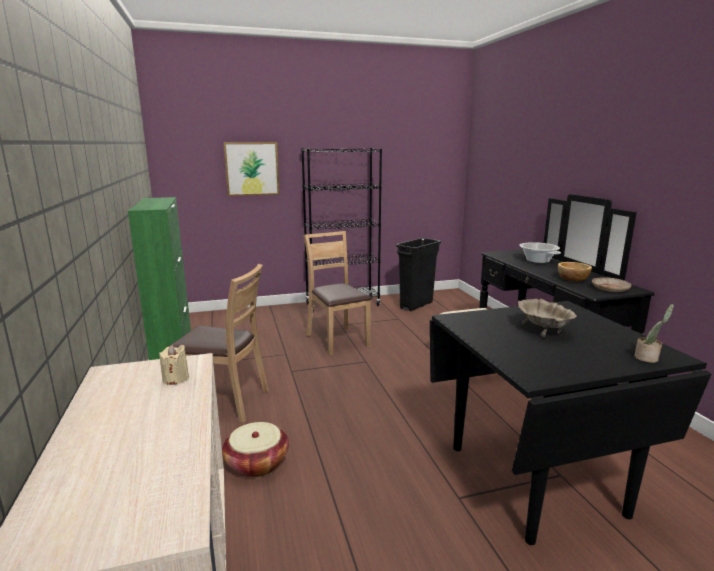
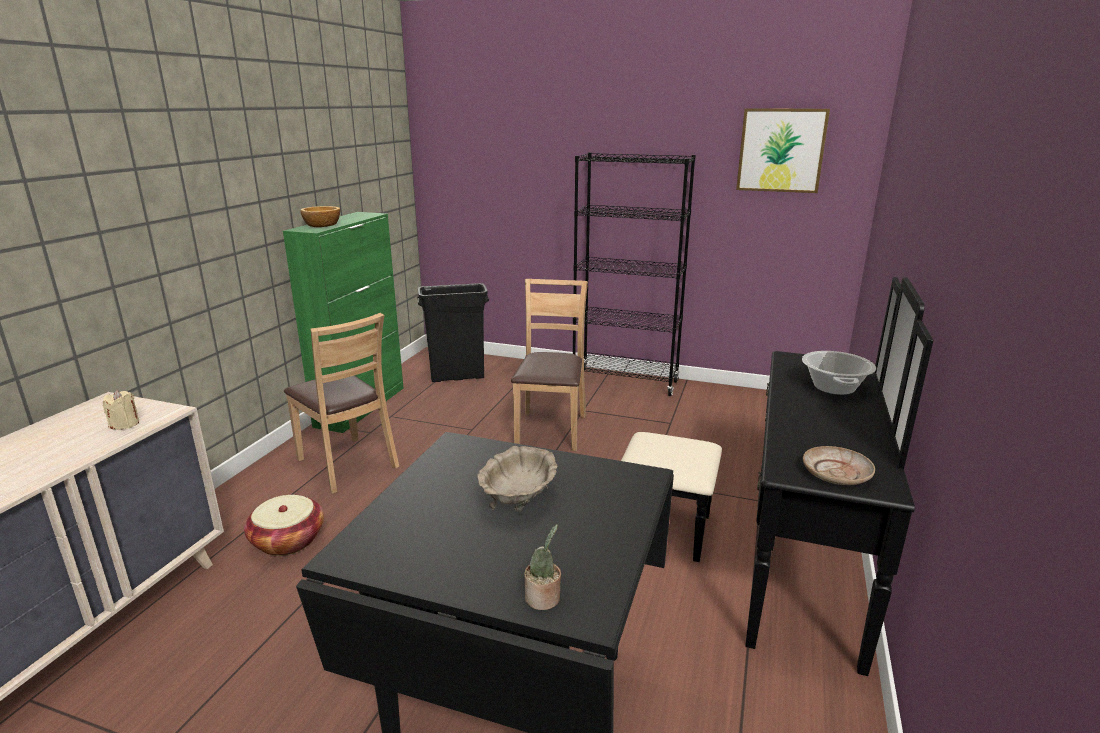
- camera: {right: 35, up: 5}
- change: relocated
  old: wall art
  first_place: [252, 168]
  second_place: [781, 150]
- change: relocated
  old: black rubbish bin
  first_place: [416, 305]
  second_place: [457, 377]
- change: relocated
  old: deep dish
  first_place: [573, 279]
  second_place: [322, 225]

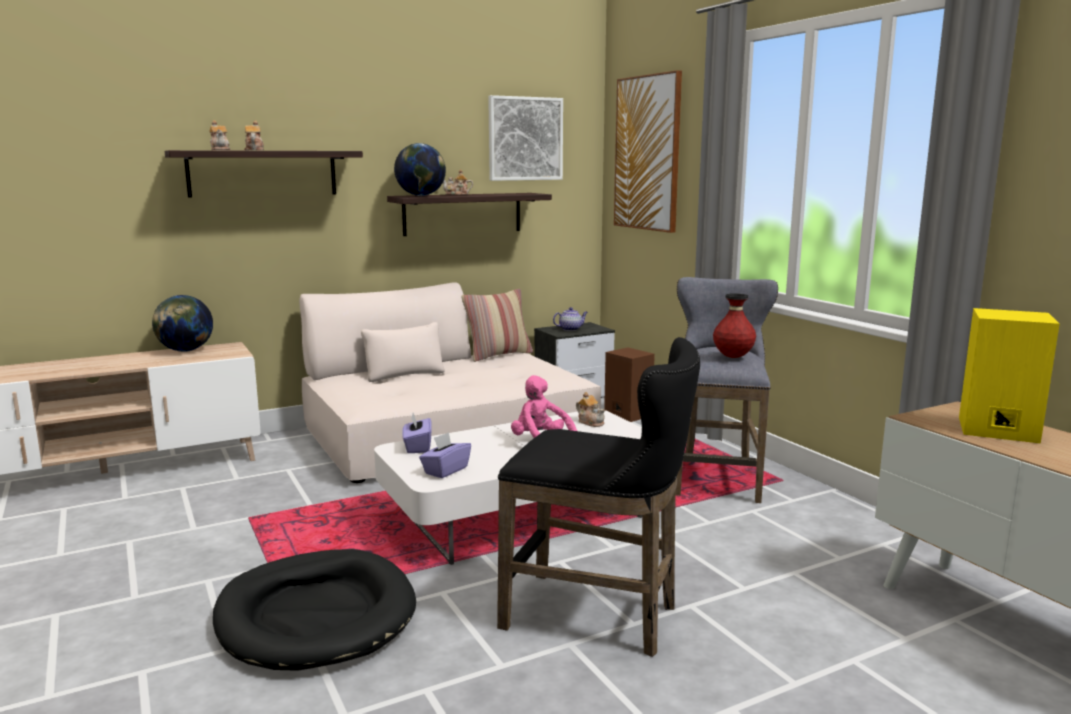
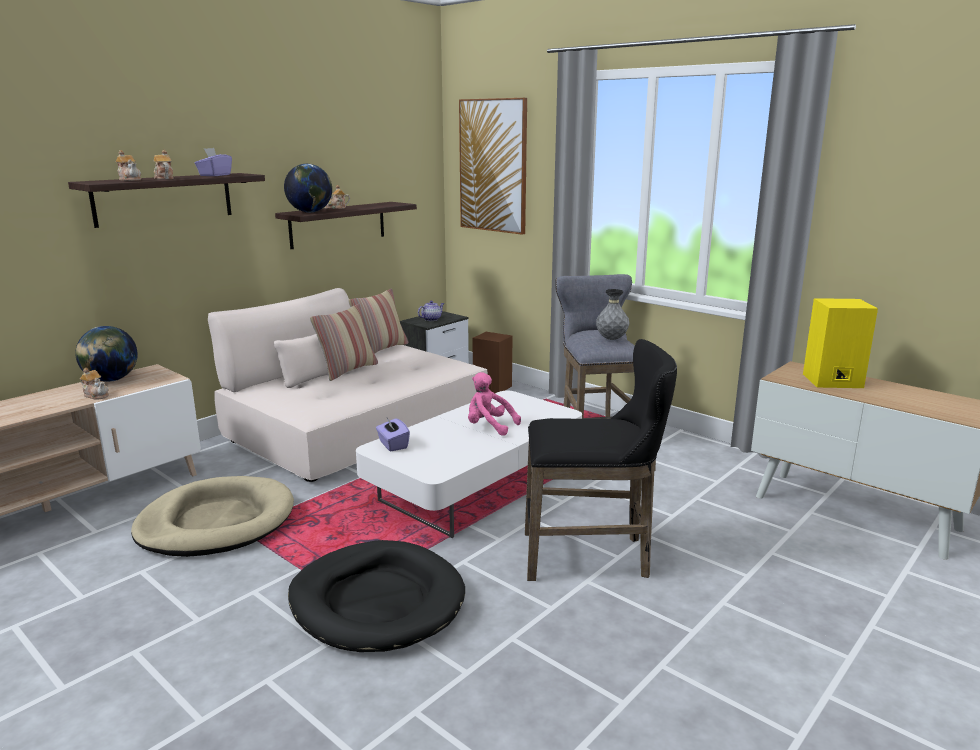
- camera: {right: -20, up: 5}
- change: missing
  old: wall art
  first_place: [525, 139]
- change: appeared
  new: beige-coloured dog cushion
  second_place: [216, 522]
- change: appeared
  new: throw pillow
  second_place: [347, 370]
- change: relocated
  old: purplish box of tissues
  first_place: [445, 470]
  second_place: [215, 175]
- change: relocated
  old: pot for tea
  first_place: [591, 422]
  second_place: [96, 395]
- change: colour
  old: red-coloured decorative vase
  new: grey decorative vase
  first_place: [733, 357]
  second_place: [611, 339]

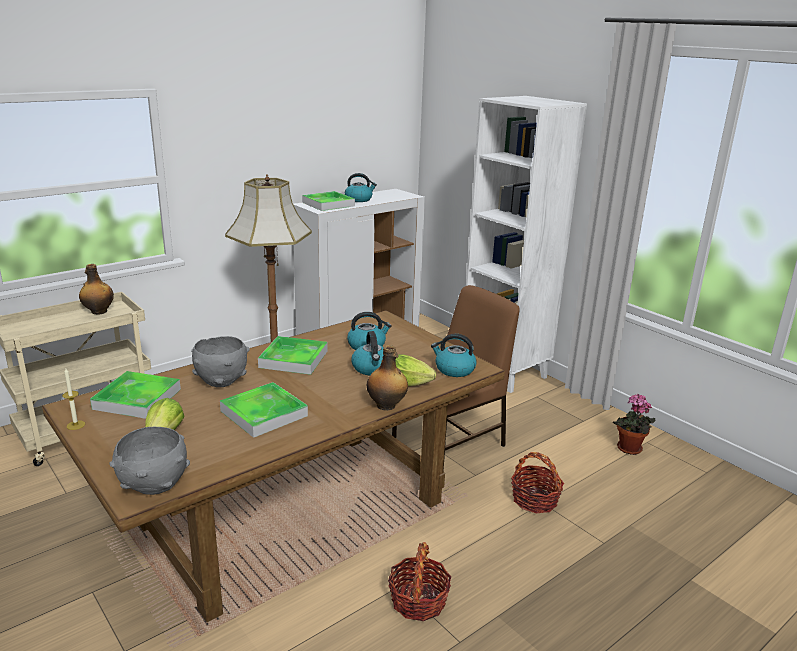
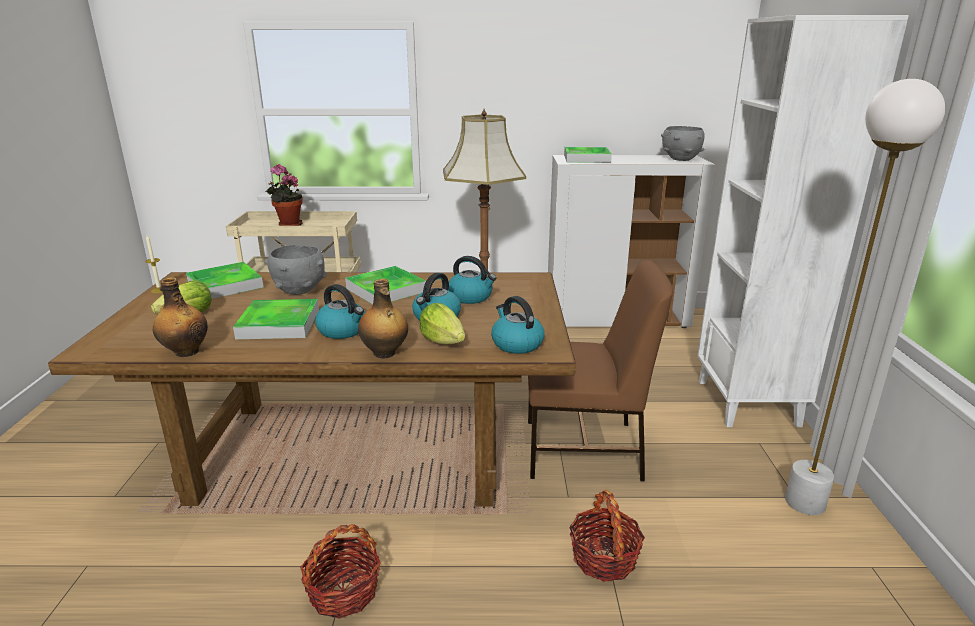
- camera: {right: 40, up: 0}
- change: appeared
  new: whitish standard lamp
  second_place: [805, 503]
- change: relocated
  old: beverage bottle
  first_place: [98, 312]
  second_place: [186, 352]
- change: relocated
  old: grey deep dish
  first_place: [154, 487]
  second_place: [680, 159]
- change: relocated
  old: kettle
  first_place: [359, 199]
  second_place: [343, 330]
- change: relocated
  old: plant in a pot
  first_place: [629, 450]
  second_place: [288, 225]

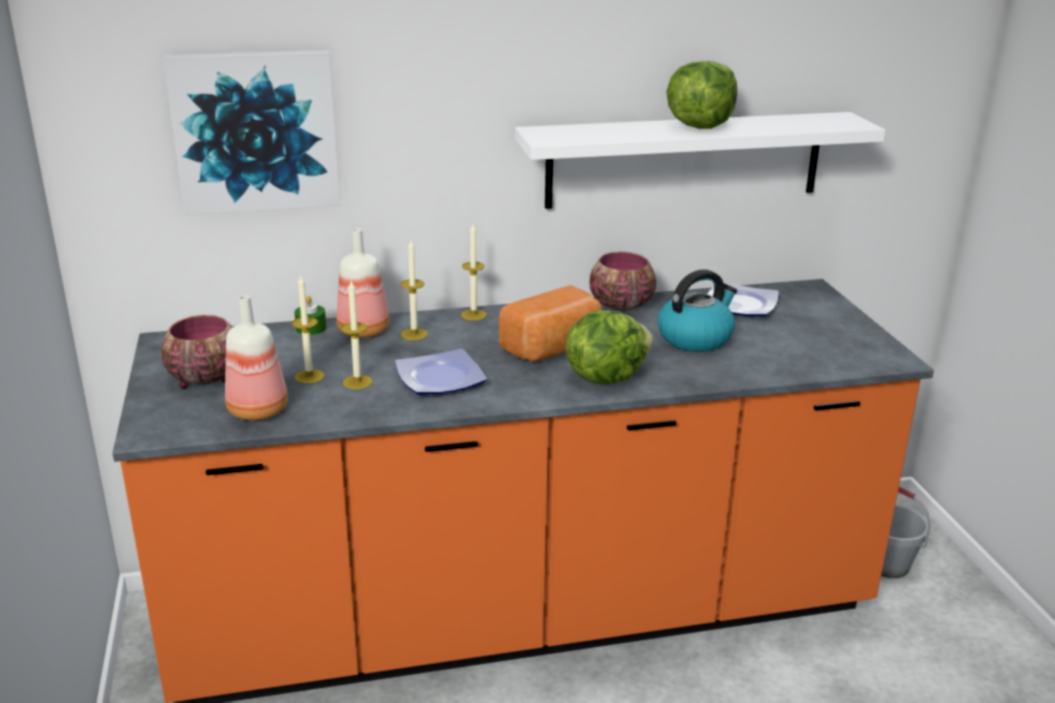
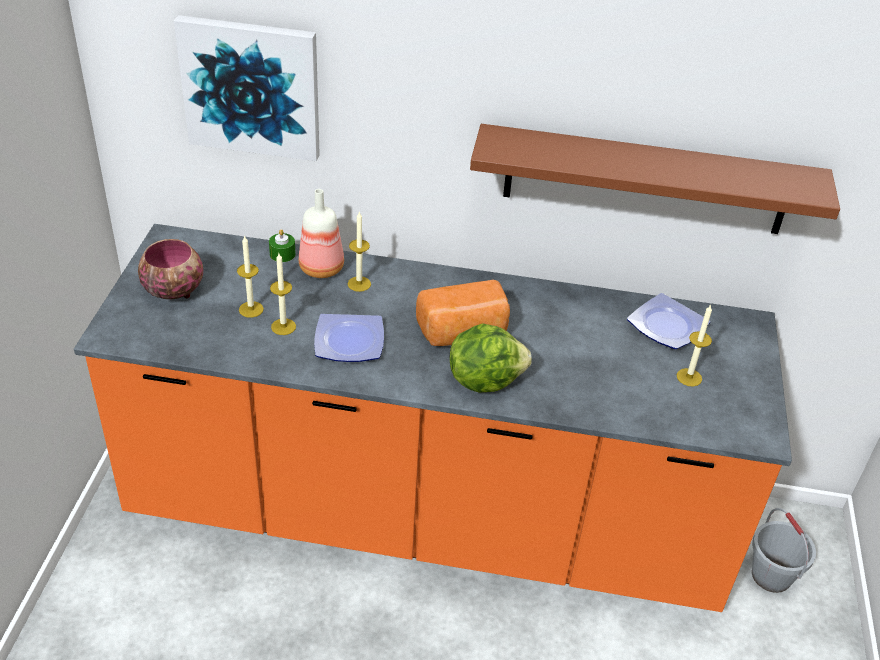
- camera: {right: 20, up: 15}
- change: missing
  old: beverage bottle
  first_place: [258, 410]
- change: missing
  old: deep dish
  first_place: [619, 308]
- change: missing
  old: kettle
  first_place: [695, 338]
- change: missing
  old: lettuce
  first_place: [699, 126]
- change: relocated
  old: wax candle
  first_place: [473, 315]
  second_place: [689, 377]
- change: colour
  old: whitish shelf
  new: brown-coloured shelf
  first_place: [685, 159]
  second_place: [646, 180]

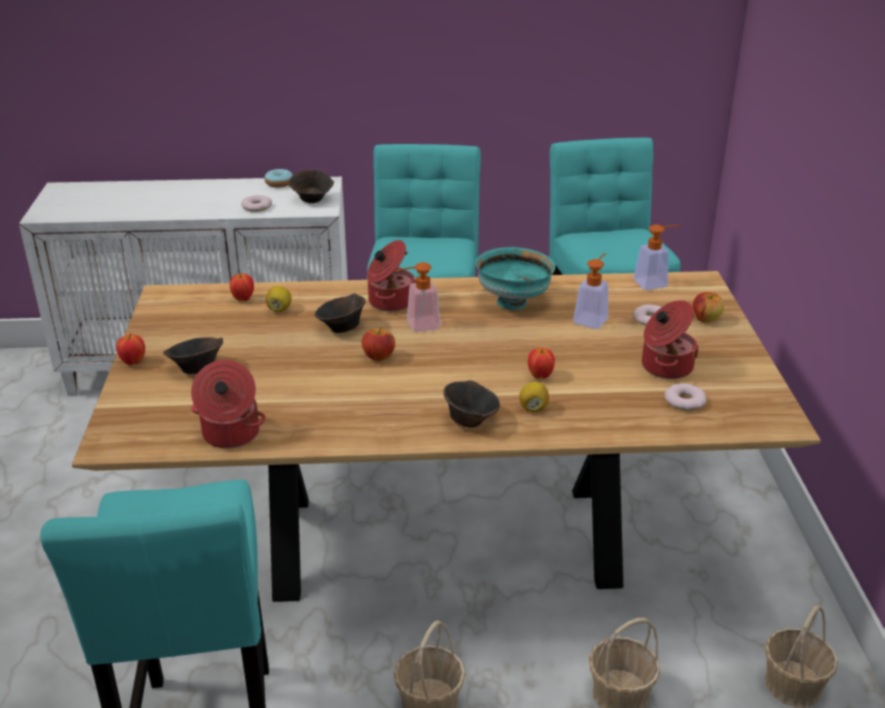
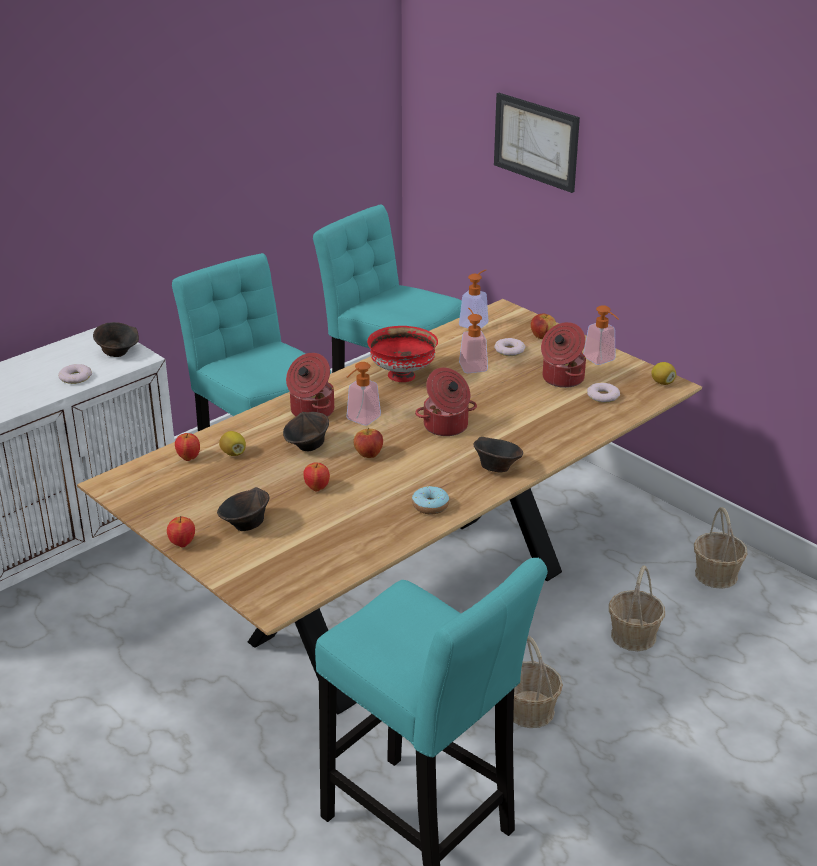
- camera: {right: -40, up: 0}
- change: appeared
  new: wall art
  second_place: [536, 141]
- change: appeared
  new: soap dispenser
  second_place: [602, 361]
- change: relocated
  old: cooking pot
  first_place: [230, 434]
  second_place: [446, 427]
- change: relocated
  old: doughnut
  first_place: [279, 183]
  second_place: [430, 506]
- change: relocated
  old: citrus fruit
  first_place: [533, 408]
  second_place: [662, 382]
- change: relocated
  old: apple
  first_place: [540, 376]
  second_place: [317, 488]
- change: colour
  old: turquoise deep dish
  new: red-coloured deep dish
  first_place: [513, 302]
  second_place: [402, 375]

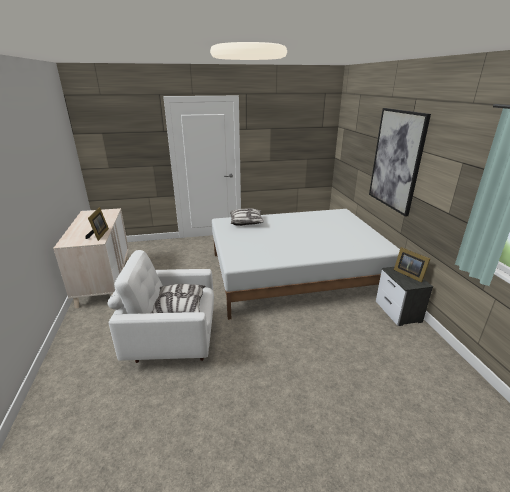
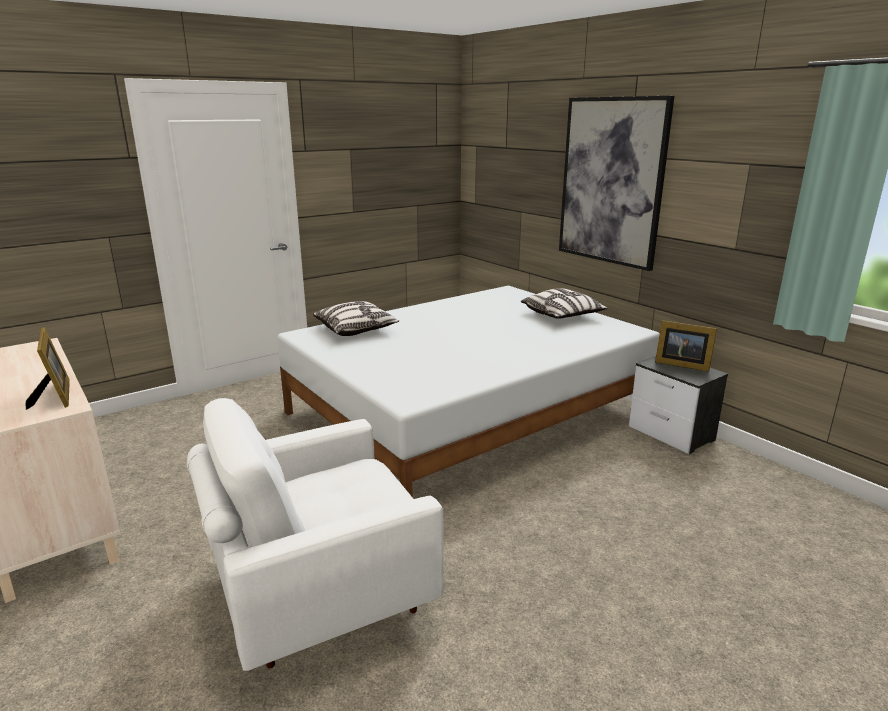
- camera: {right: -25, up: -5}
- change: relocated
  old: throw pillow
  first_place: [180, 307]
  second_place: [562, 316]

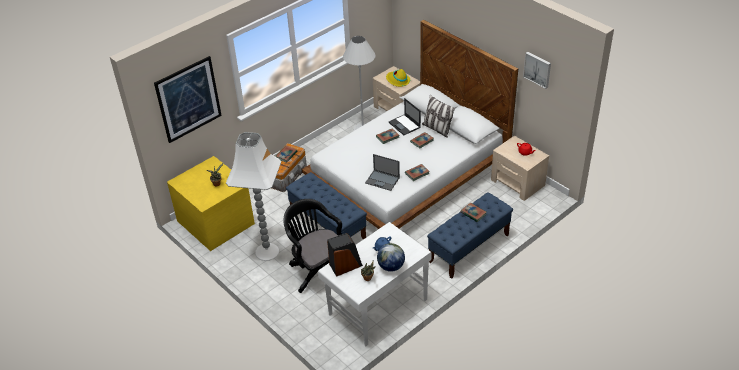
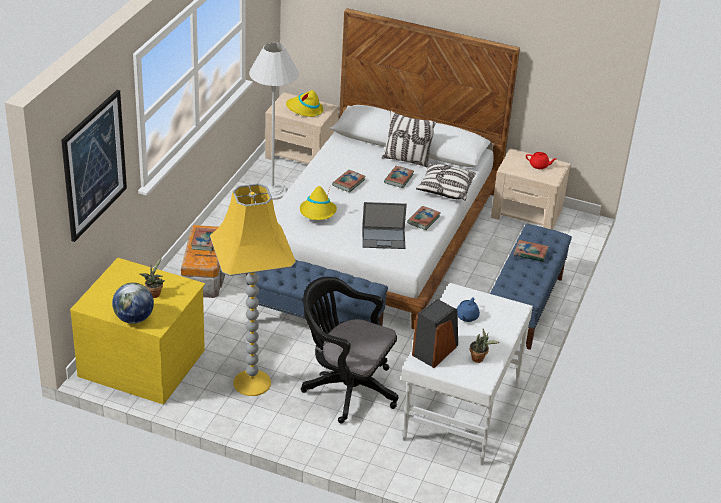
- camera: {right: -30, up: -5}
- change: missing
  old: portable computer
  first_place: [404, 125]
- change: missing
  old: wall art
  first_place: [537, 69]
- change: appeared
  new: yellow-coloured hat
  second_place: [317, 212]
- change: appeared
  new: throw pillow
  second_place: [445, 189]
- change: relocated
  old: globe
  first_place: [391, 267]
  second_place: [133, 318]
- change: colour
  old: whitish standard lamp
  new: yellow-coloured standard lamp
  first_place: [267, 251]
  second_place: [252, 382]

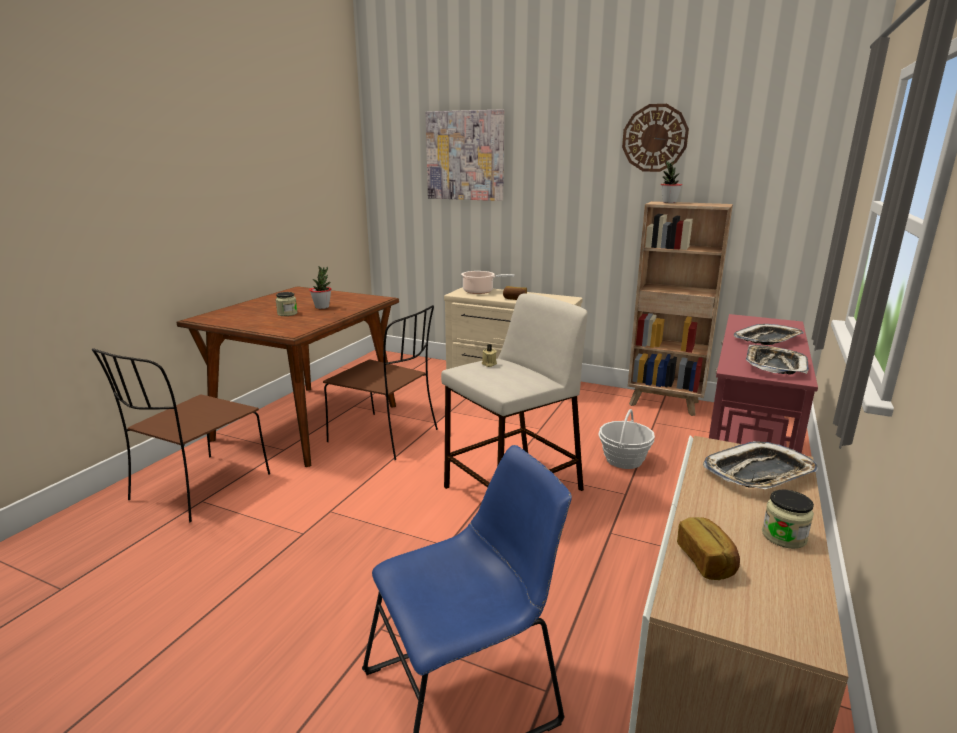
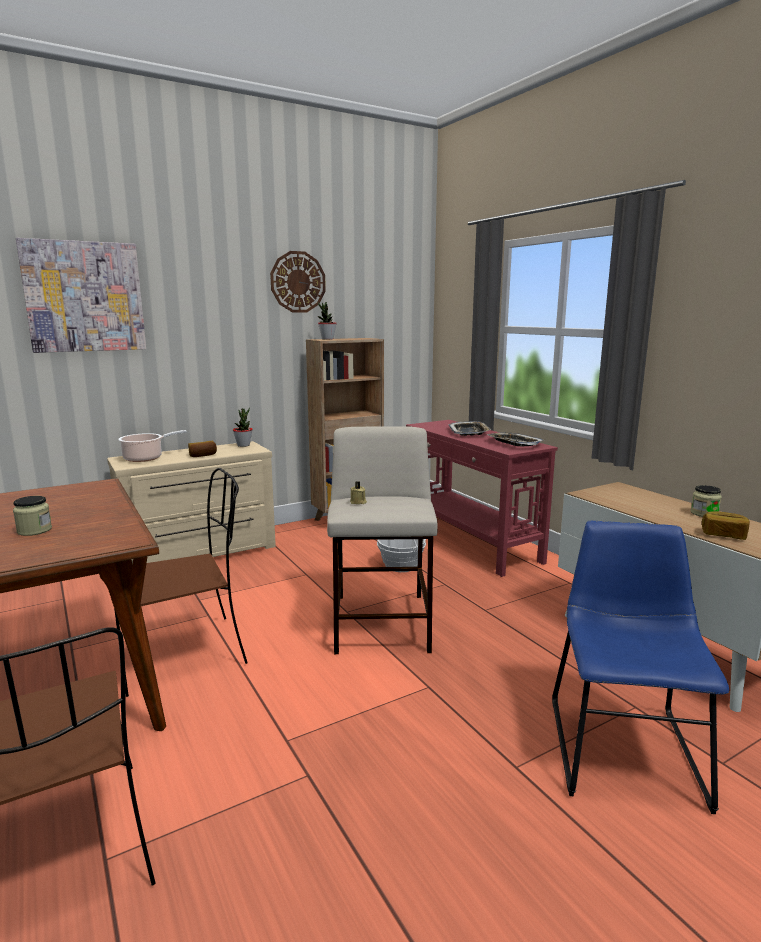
- camera: {right: -55, up: -5}
- change: missing
  old: tray
  first_place: [759, 473]
- change: relocated
  old: plant in a pot
  first_place: [322, 307]
  second_place: [243, 445]

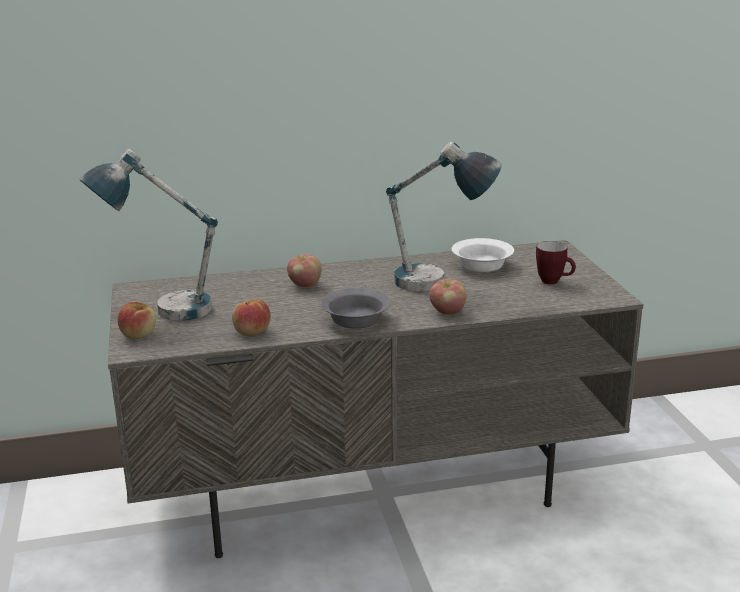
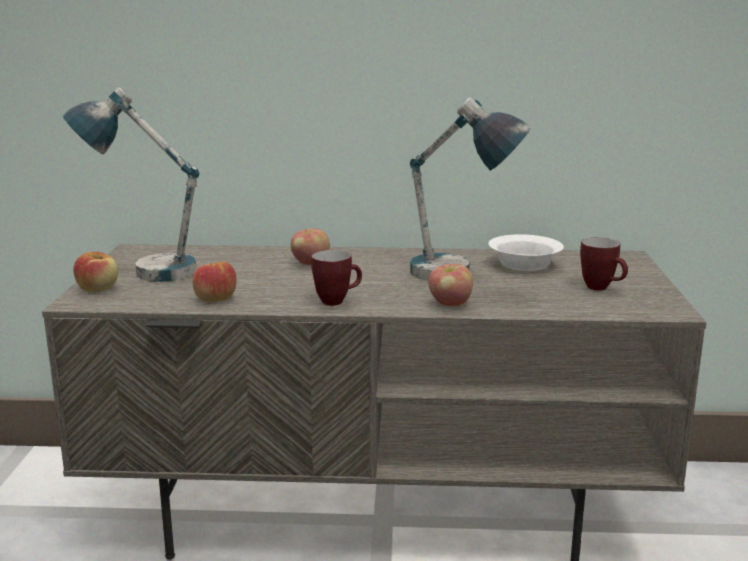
- camera: {right: 15, up: -5}
- change: exchanged
  old: grey deep dish
  new: coffee mug
  first_place: [356, 321]
  second_place: [337, 301]

